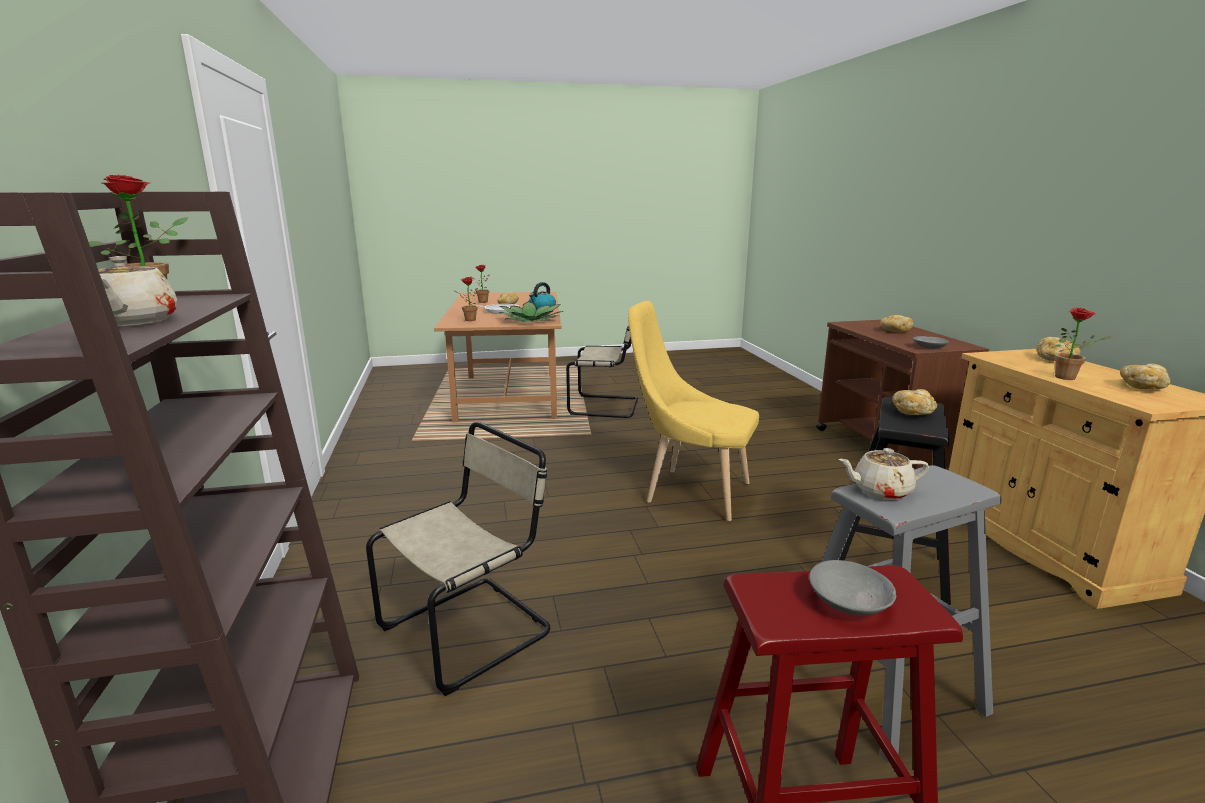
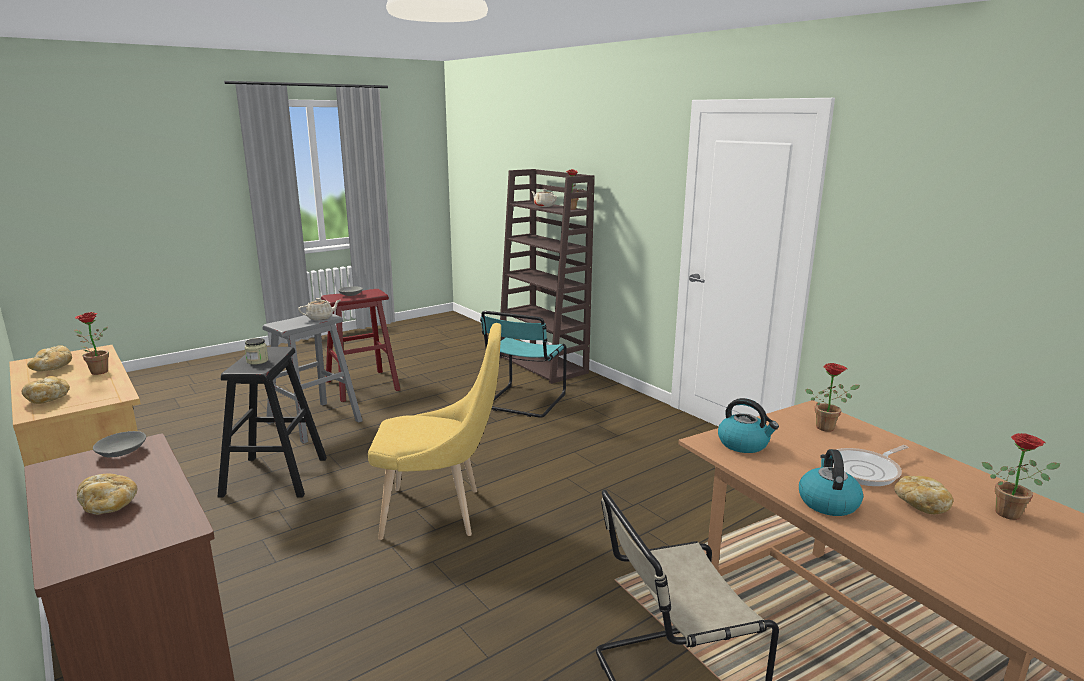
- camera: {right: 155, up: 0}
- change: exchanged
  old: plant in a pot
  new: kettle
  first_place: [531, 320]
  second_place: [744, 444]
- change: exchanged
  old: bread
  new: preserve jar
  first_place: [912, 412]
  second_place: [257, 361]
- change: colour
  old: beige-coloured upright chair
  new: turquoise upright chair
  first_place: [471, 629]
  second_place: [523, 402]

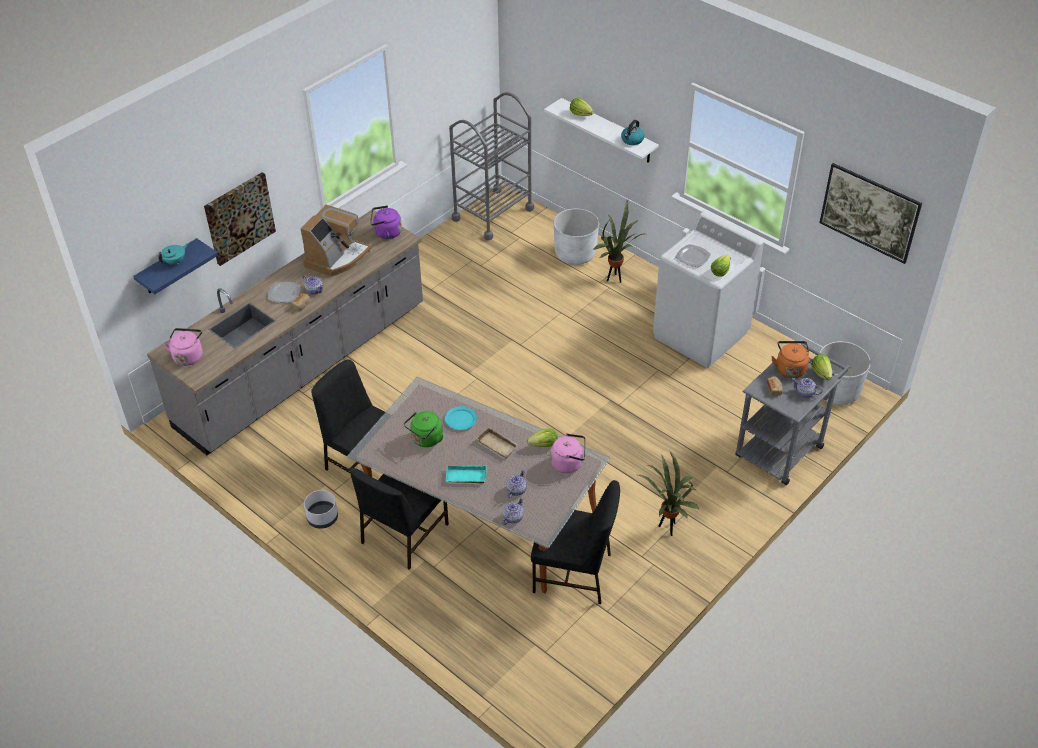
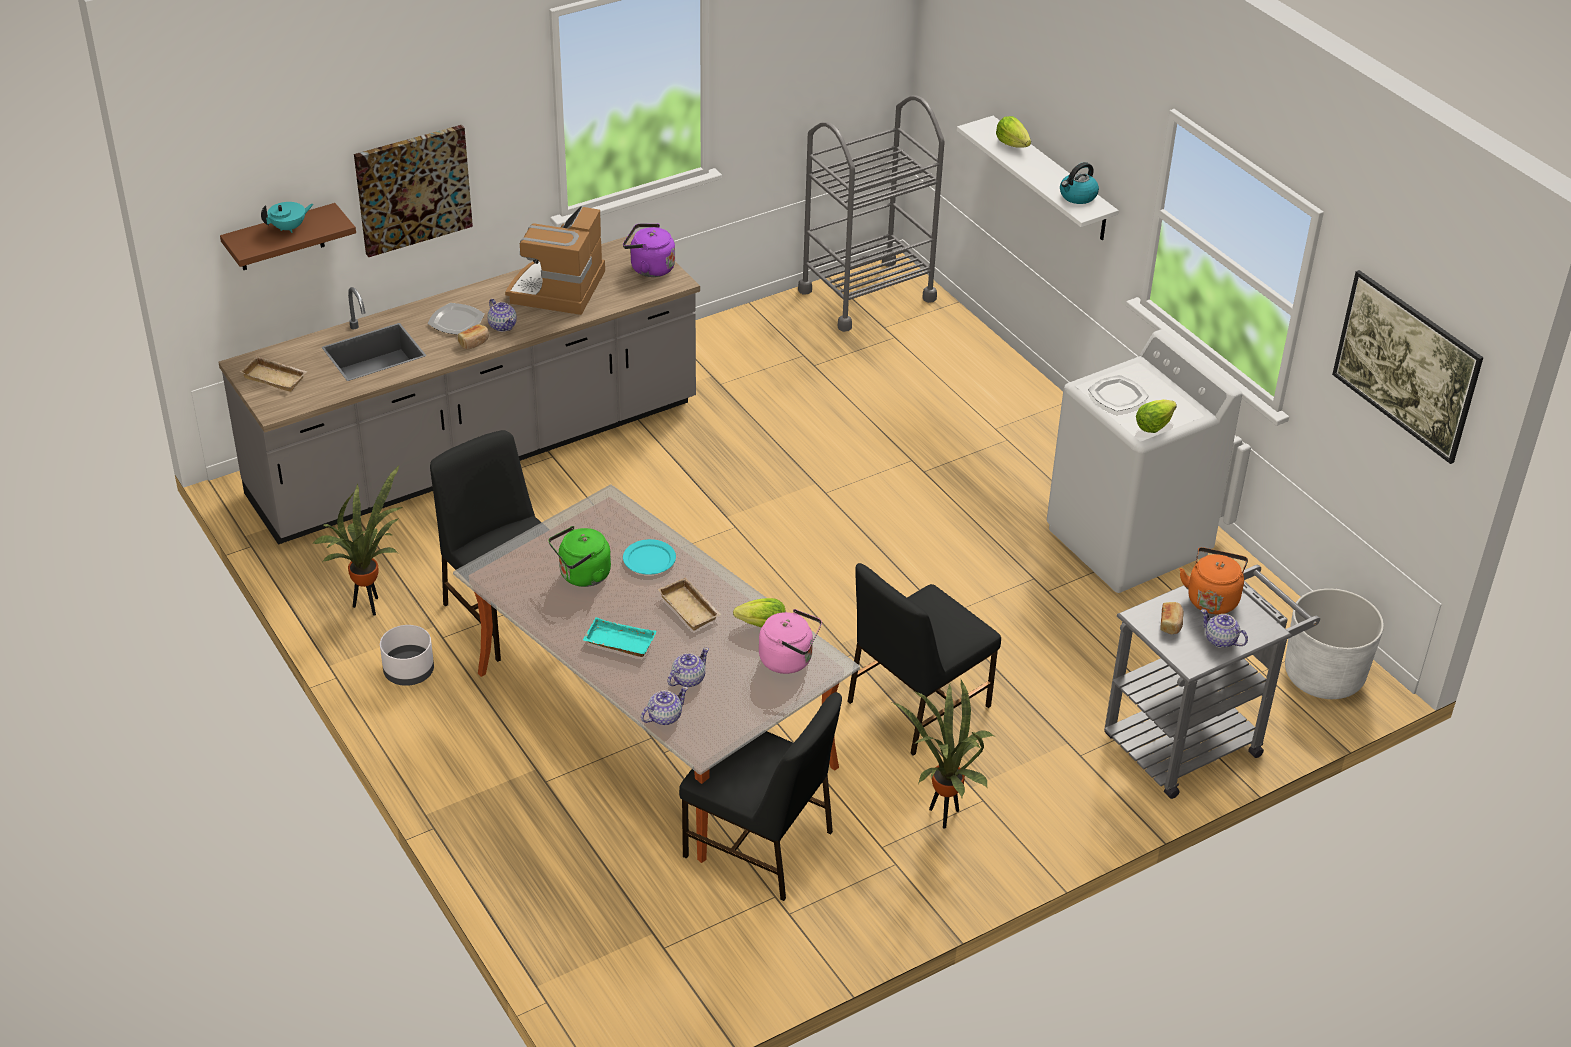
- camera: {right: 15, up: -5}
- change: missing
  old: whitish flower pot
  first_place: [575, 254]
- change: missing
  old: lettuce
  first_place: [821, 373]
- change: relocated
  old: black upright chair
  first_place: [403, 534]
  second_place: [916, 704]
- change: relocated
  old: plant in a pot
  first_place: [615, 278]
  second_place: [370, 606]
- change: exchanged
  old: pink kettle
  new: beige-coloured tray
  first_place: [188, 356]
  second_place: [276, 377]
- change: colour
  old: blue shelf
  new: brown-coloured shelf
  first_place: [168, 268]
  second_place: [281, 238]
- change: spun
  old: coffee maker
  first_place: [337, 258]
  second_place: [558, 288]
  degrees: 150

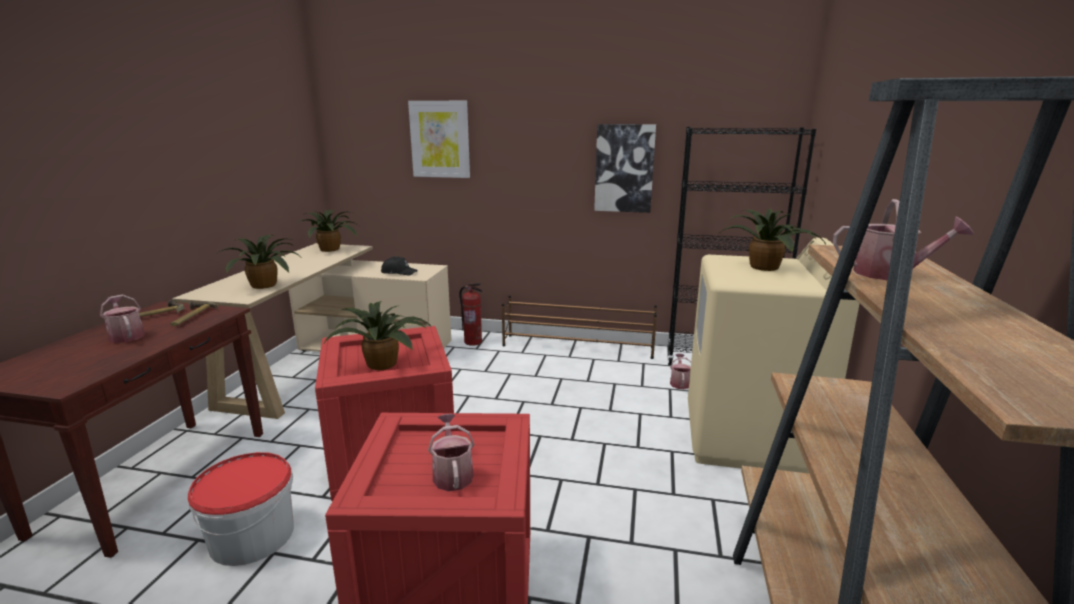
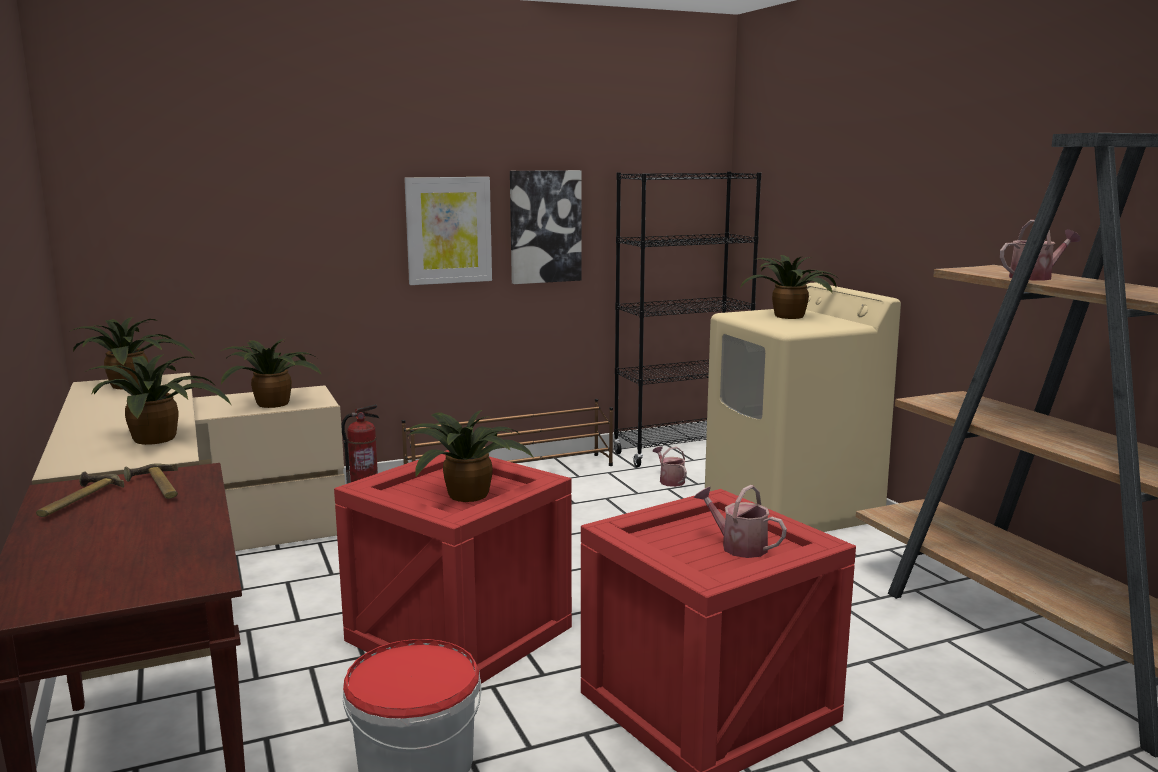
- camera: {right: -35, up: -5}
- change: missing
  old: watering pot
  first_place: [126, 335]
- change: relocated
  old: wall art
  first_place: [440, 139]
  second_place: [448, 230]
- change: exchanged
  old: black peaked cap
  new: plant in a pot
  first_place: [399, 272]
  second_place: [273, 403]

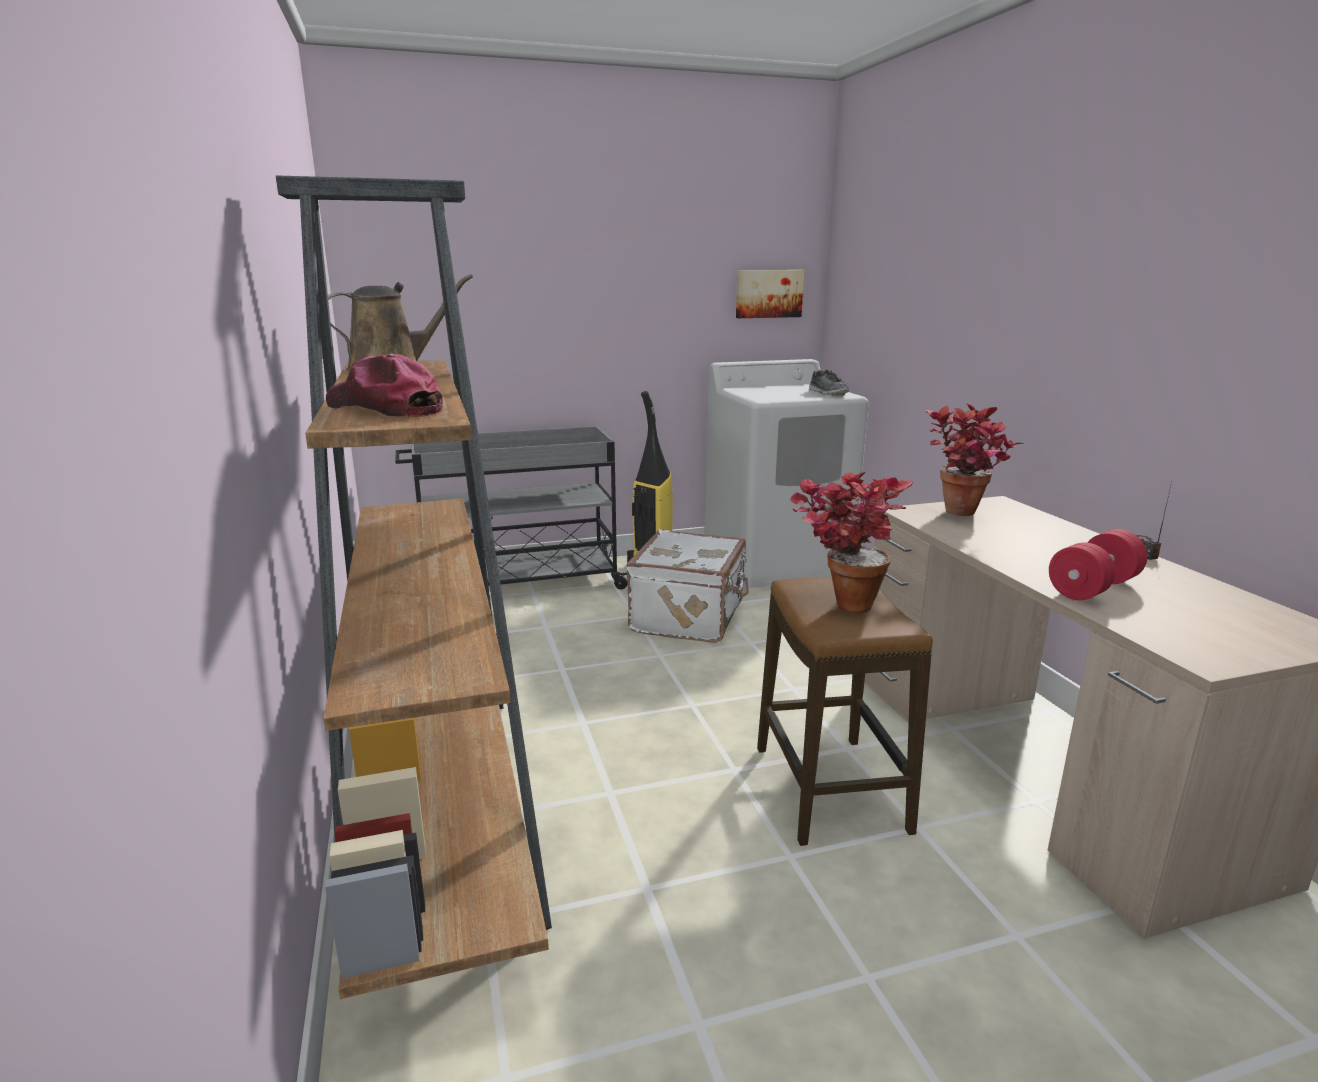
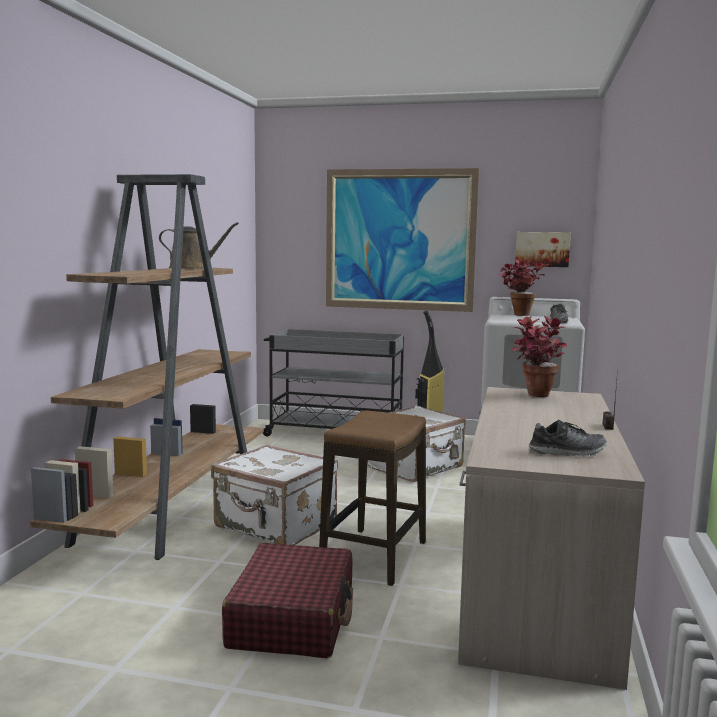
- camera: {right: 30, up: -10}
- change: missing
  old: peaked cap
  first_place: [385, 408]
- change: missing
  old: red-coloured free weight
  first_place: [1093, 588]
- change: appeared
  new: whitish travel case
  second_place: [275, 526]
- change: appeared
  new: red-coloured travel case
  second_place: [293, 618]
- change: appeared
  new: wall art
  second_place: [399, 240]
- change: appeared
  new: item of footwear
  second_place: [567, 453]
- change: relocated
  old: plant in a pot
  first_place: [841, 602]
  second_place: [518, 314]

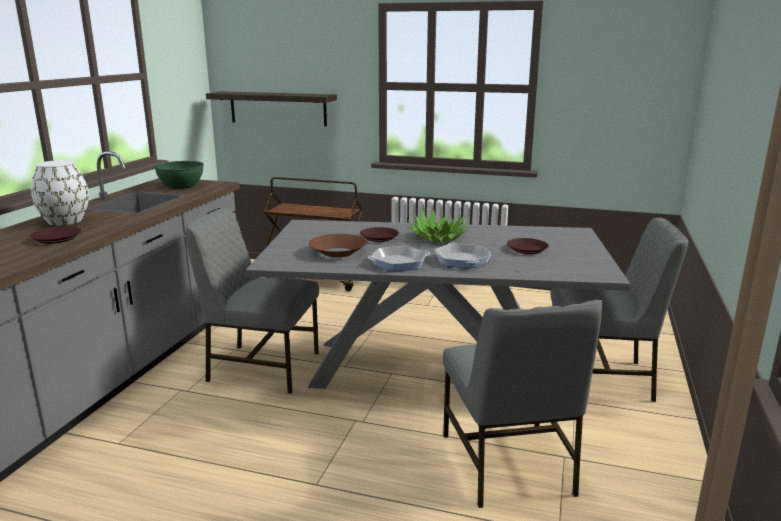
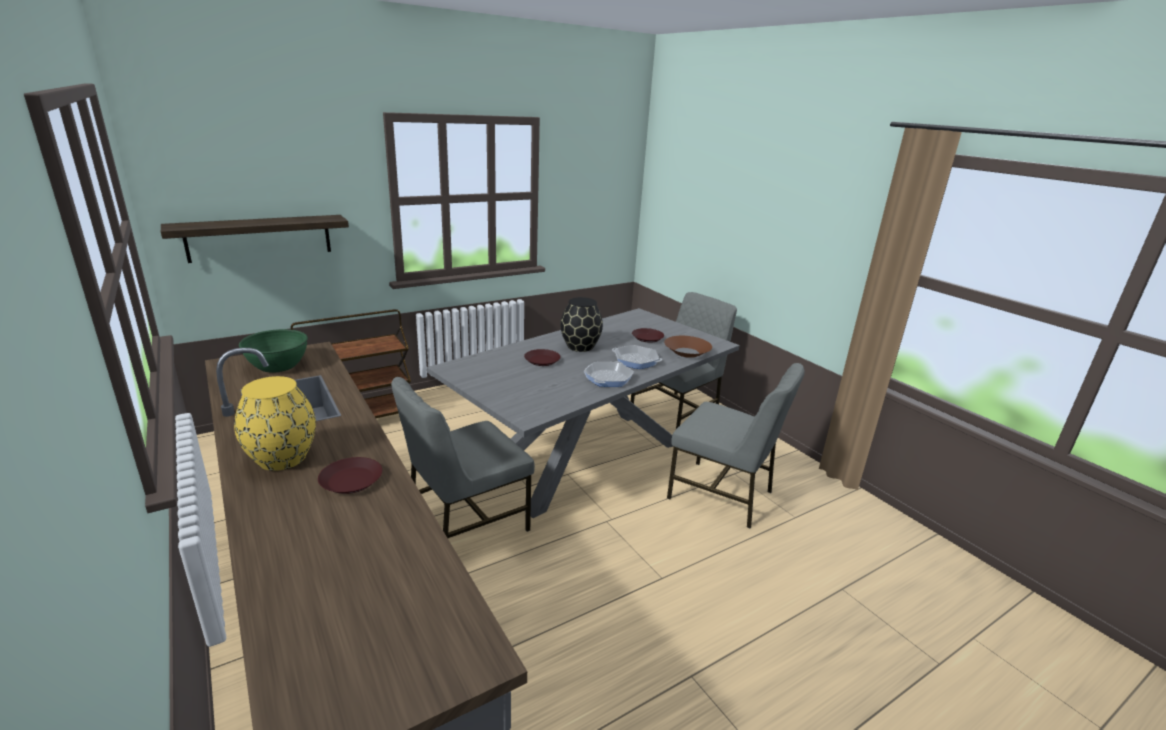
- camera: {right: -50, up: 5}
- change: relocated
  old: brown-coloured deep dish
  first_place: [338, 252]
  second_place: [686, 352]
- change: exchanged
  old: plant in a pot
  new: black decorative vase
  first_place: [438, 238]
  second_place: [579, 346]
- change: colour
  old: whitish decorative vase
  new: yellow-coloured decorative vase
  first_place: [65, 221]
  second_place: [283, 458]

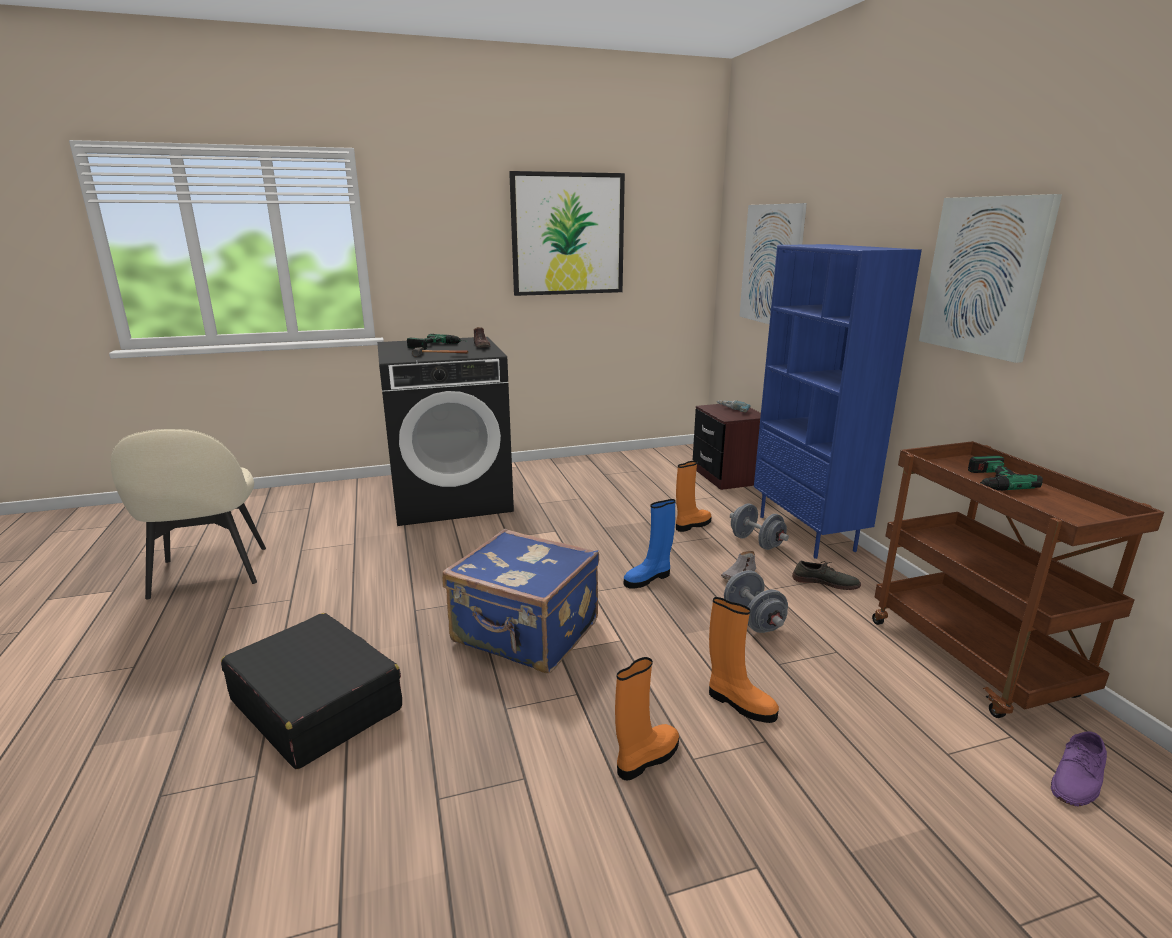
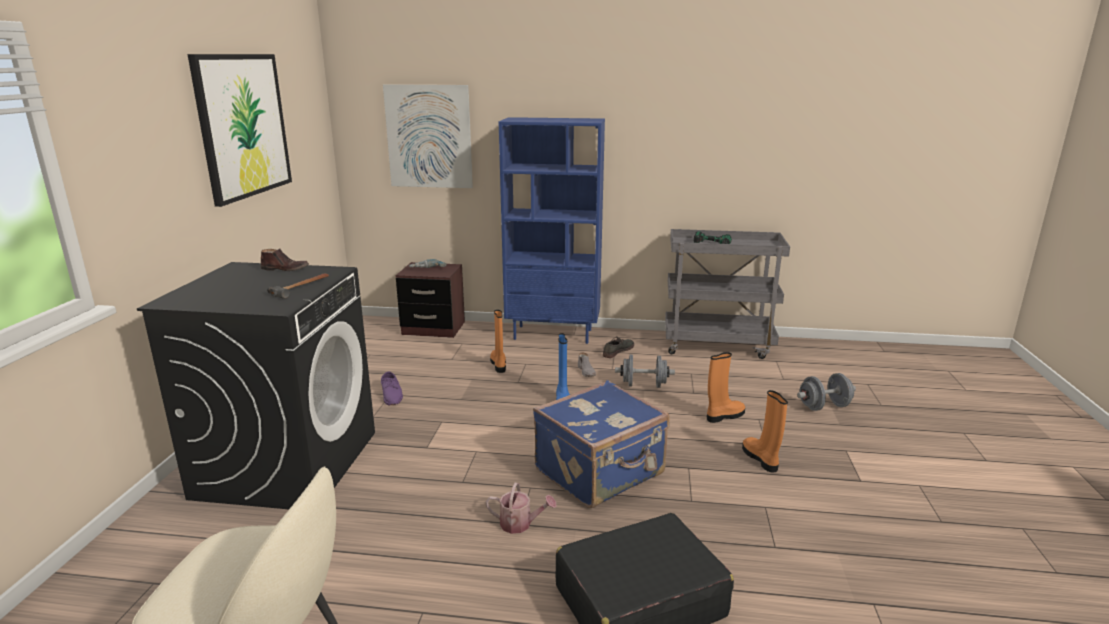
- camera: {right: -65, up: 0}
- change: missing
  old: power drill
  first_place: [439, 346]
- change: missing
  old: wall art
  first_place: [985, 276]
- change: appeared
  new: watering pot
  second_place: [520, 524]
- change: relocated
  old: grey free weight
  first_place: [756, 542]
  second_place: [824, 406]
- change: relocated
  old: purplish item of footwear
  first_place: [1078, 778]
  second_place: [392, 394]
- change: colour
  old: brown-coloured wheeled cart
  new: grey wheeled cart
  first_place: [974, 660]
  second_place: [718, 345]

